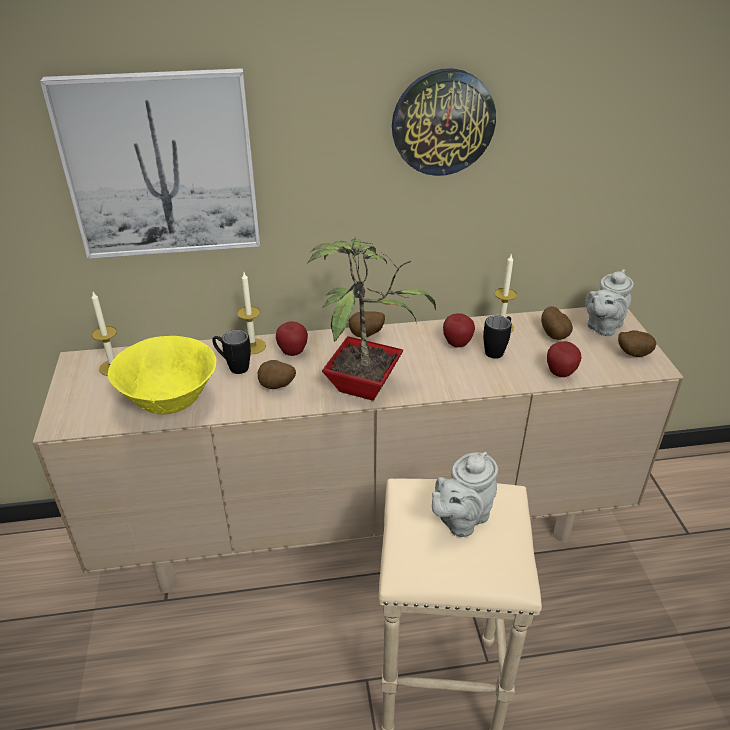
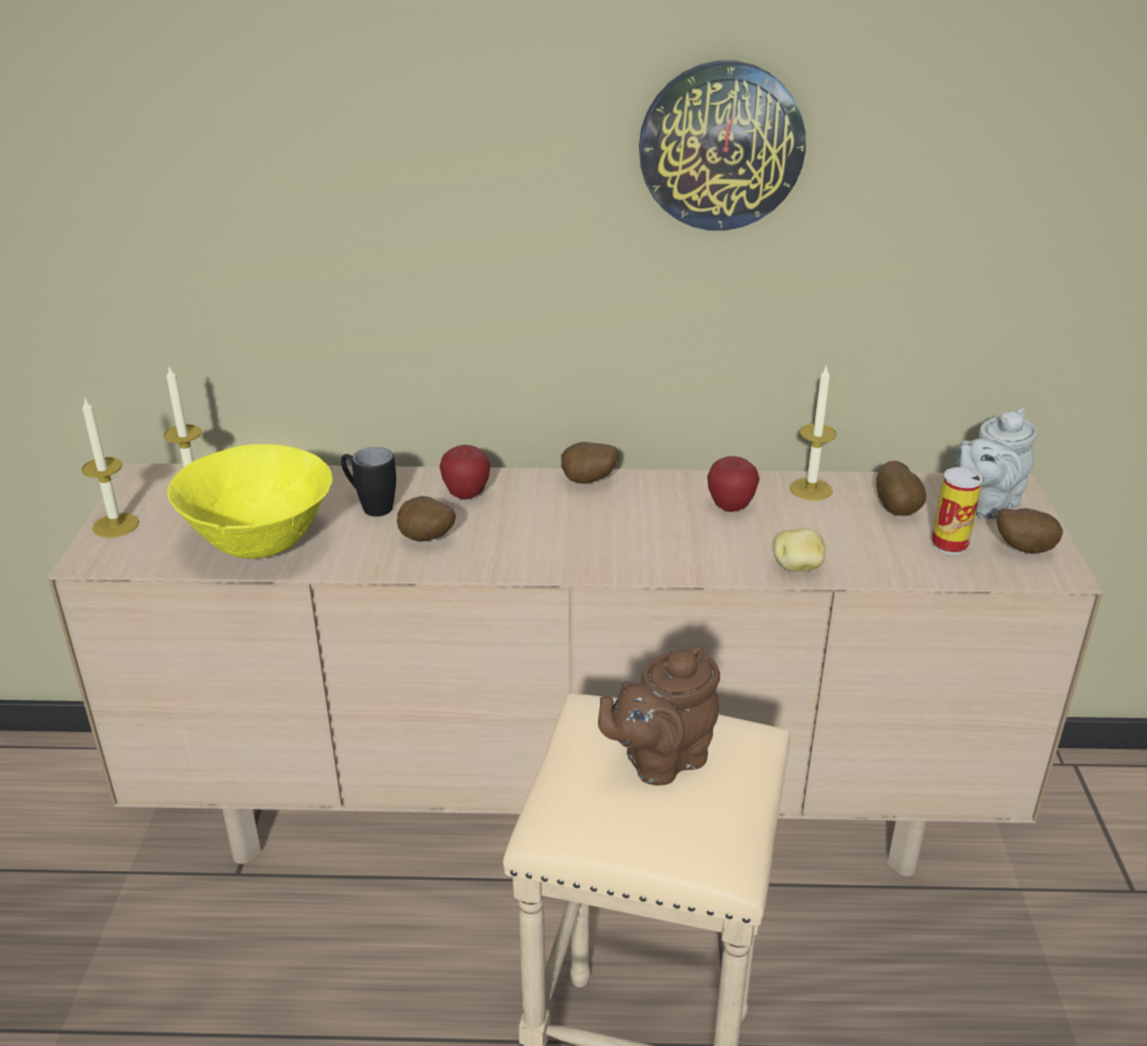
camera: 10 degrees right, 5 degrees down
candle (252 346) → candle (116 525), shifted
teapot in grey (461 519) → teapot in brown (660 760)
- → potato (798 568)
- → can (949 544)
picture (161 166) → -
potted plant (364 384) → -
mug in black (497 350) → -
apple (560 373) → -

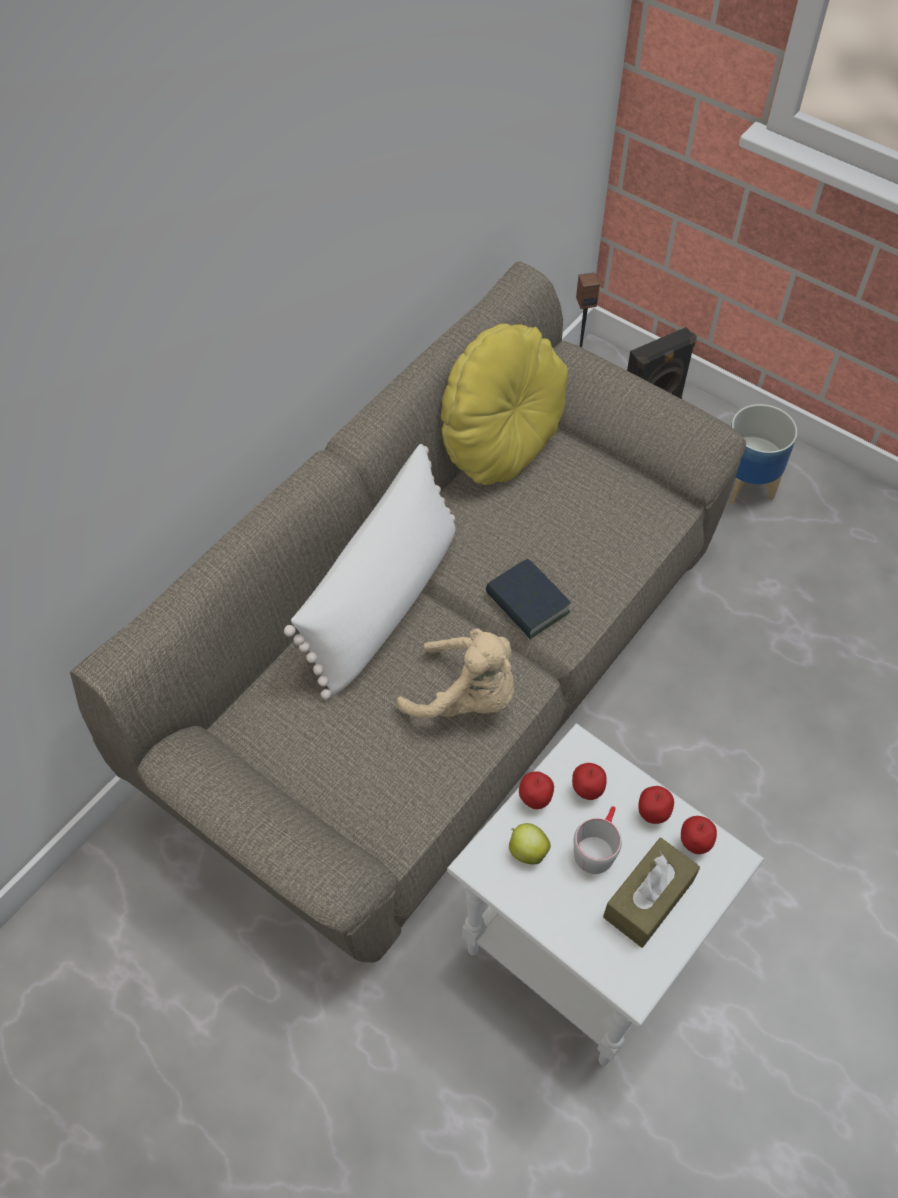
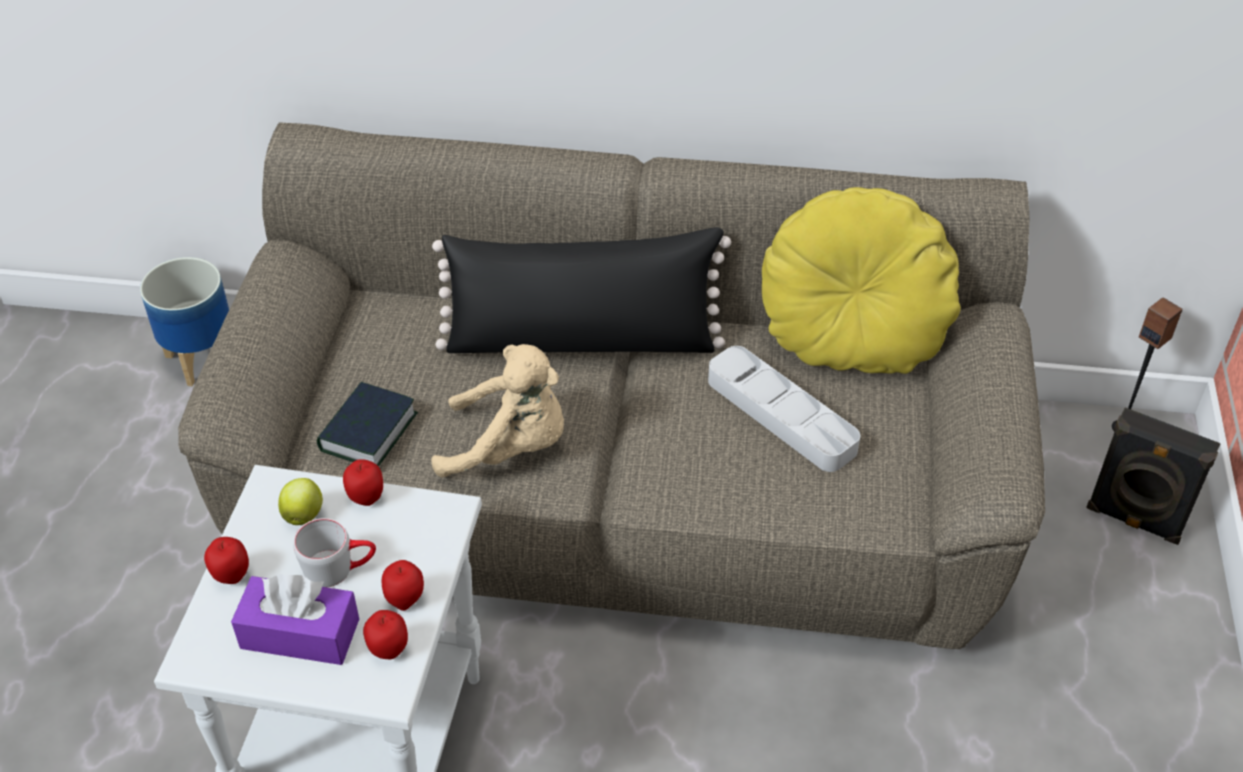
camera: 60 degrees right, 10 degrees down
planter (746 483) → planter (203 358), shifted
apple (587 790) → apple (231 576), shifted
tissue box in brown (648 899) → tissue box in purple (300 633)
book (527 603) → book (368 432), shifted
plush toy in beige (466 697) → plush toy in beige (510 447), 75 degrees counterclockwise
pillow in white (384 601) → pillow in black (582 341)
- → tray in grey (781 415)

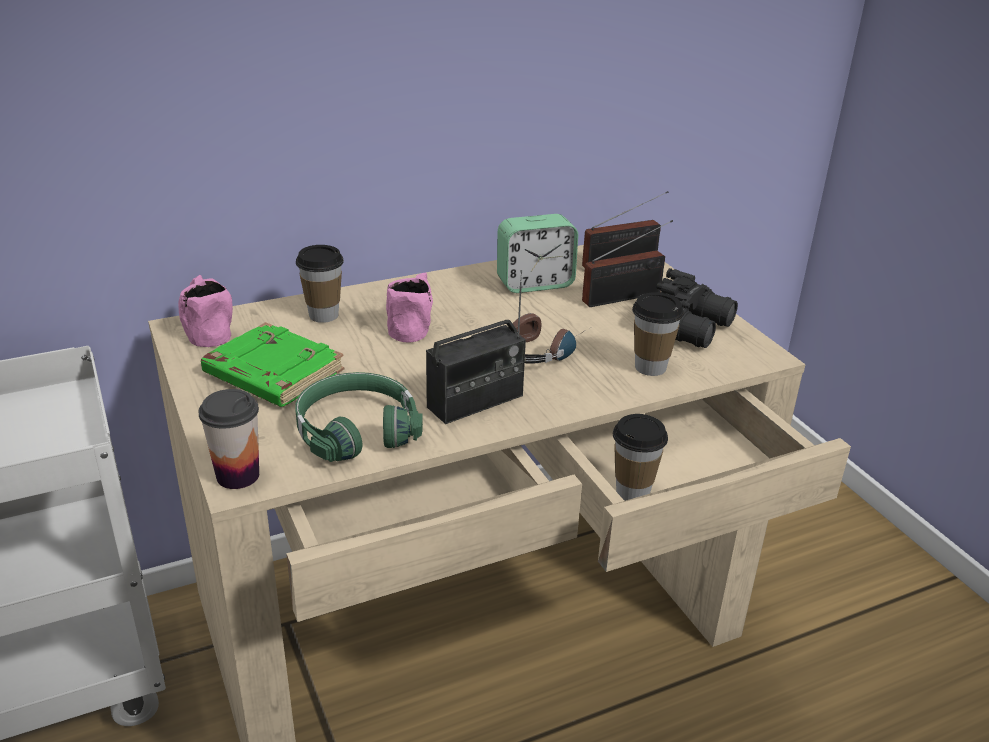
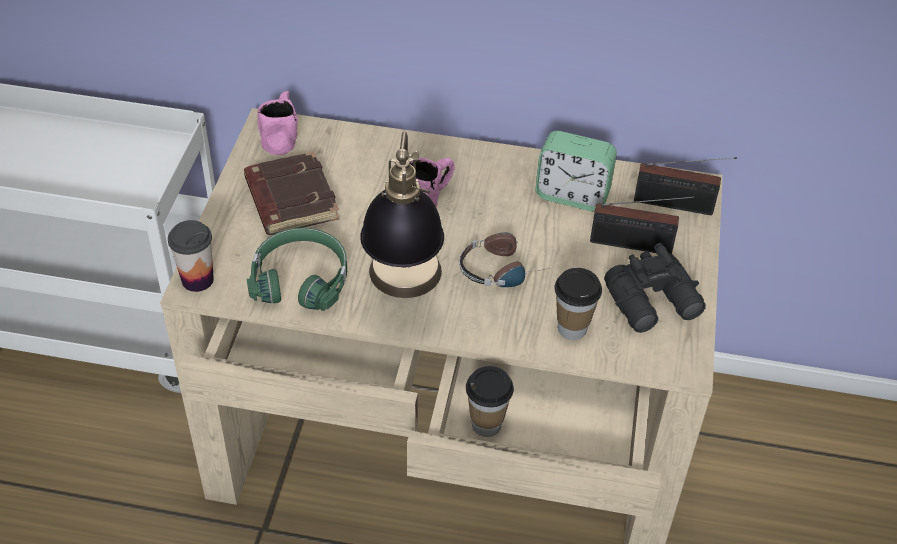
camera: 35 degrees right, 15 degrees up
book in green (271 374) → book in brown (290 199)
radio (475 402) → table lamp (404 295)
cup (323 315) → -

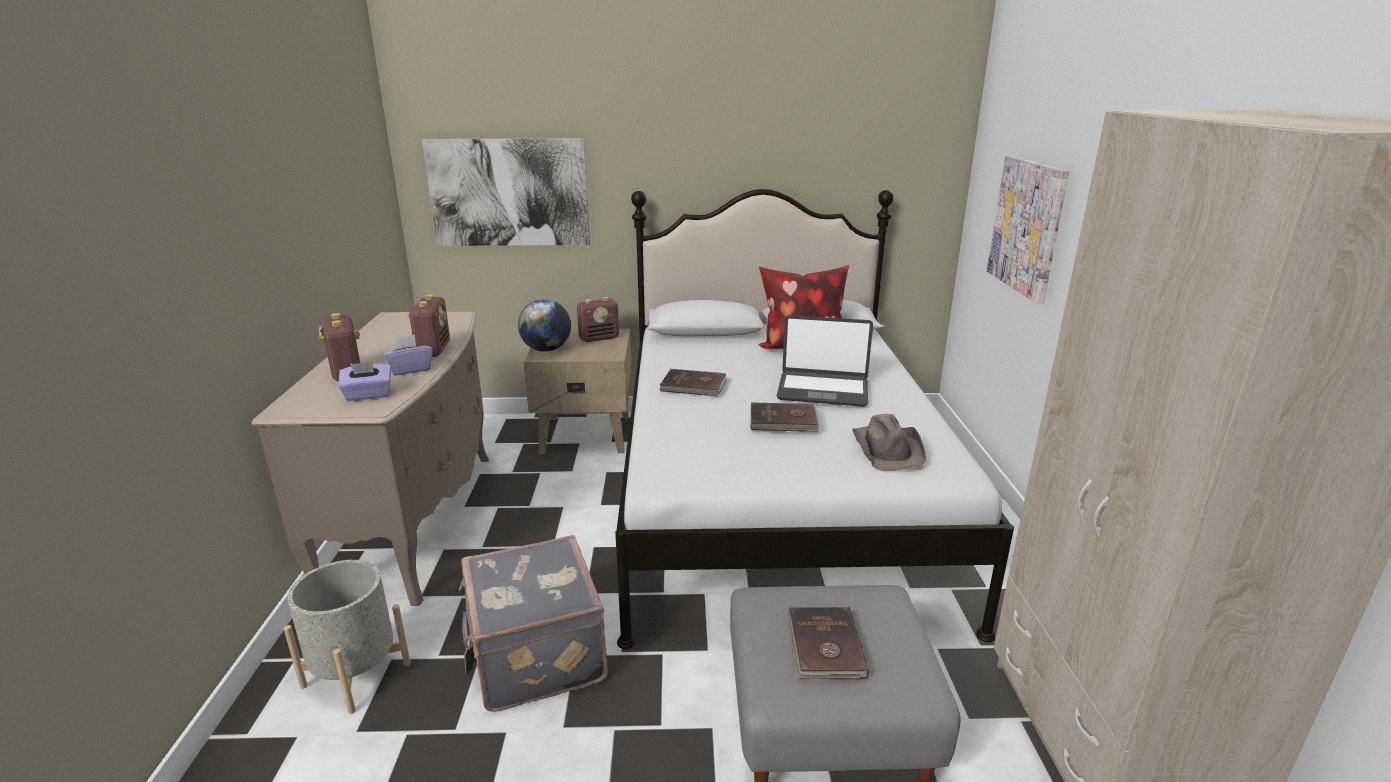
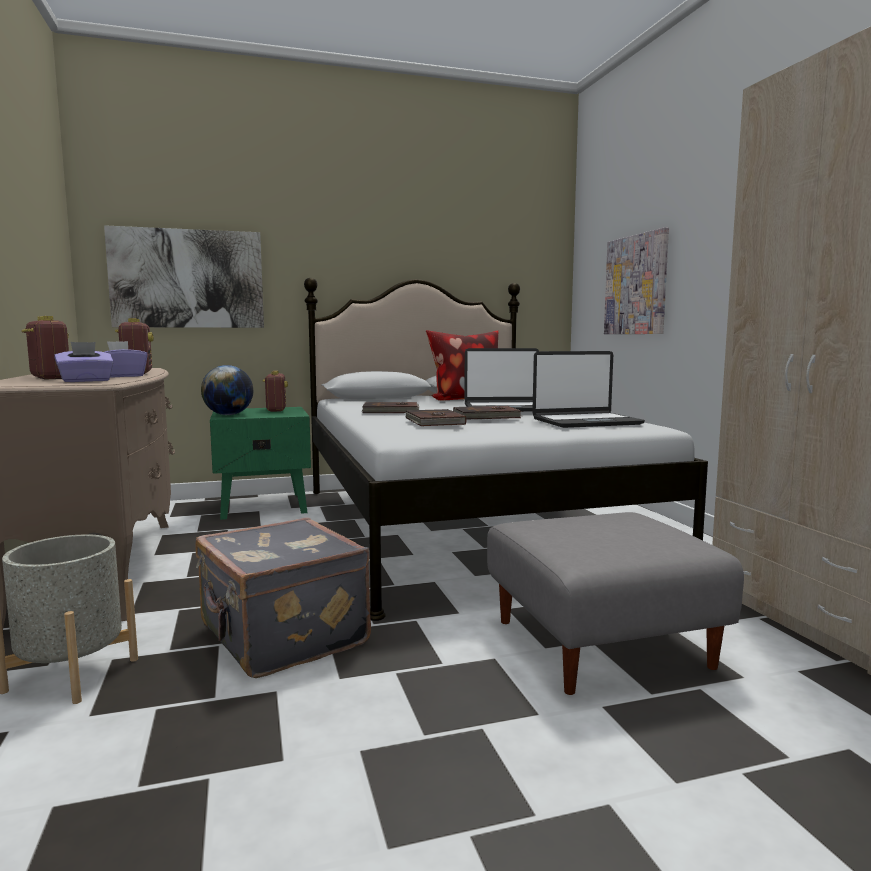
camera: 15 degrees left, 15 degrees down
nightstand in beige (587 434) → nightstand in green (264 505)
radio (599 338) → radio (276 410), 60 degrees counterclockwise
book in brown (824 646) → book in brown (433 421), shifted
hat in brown (888 449) → laptop (585 422)

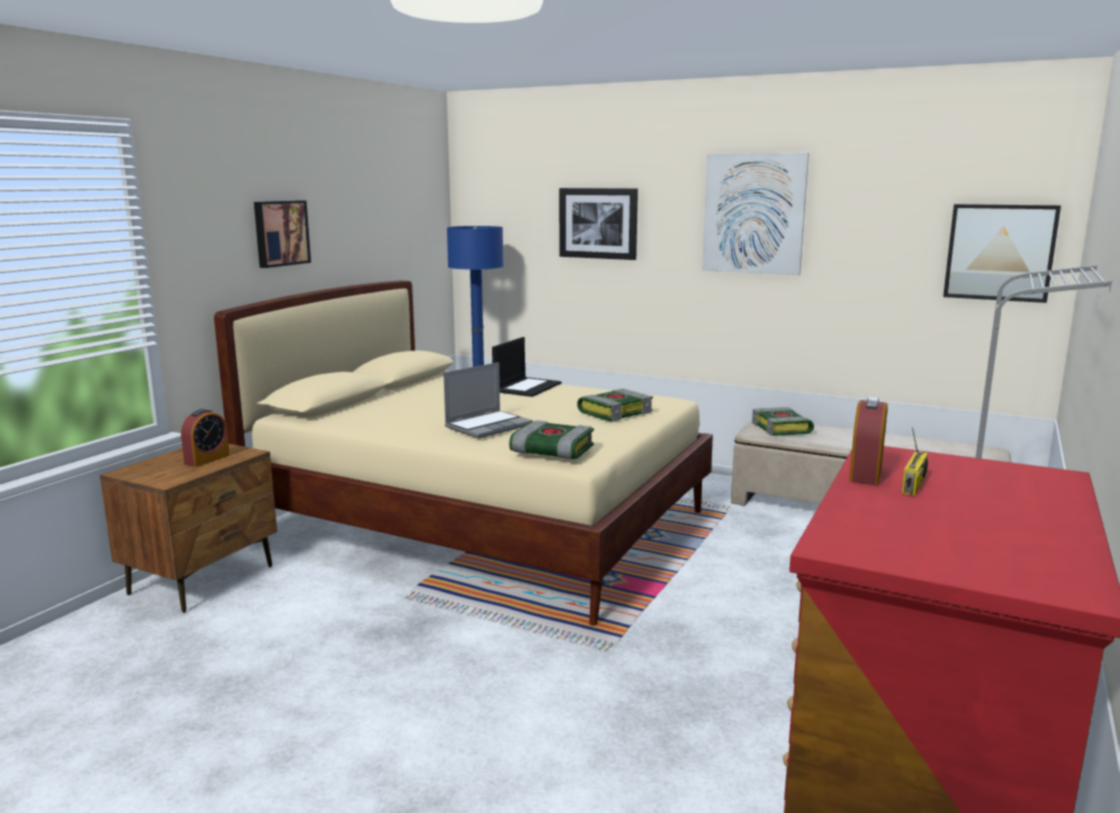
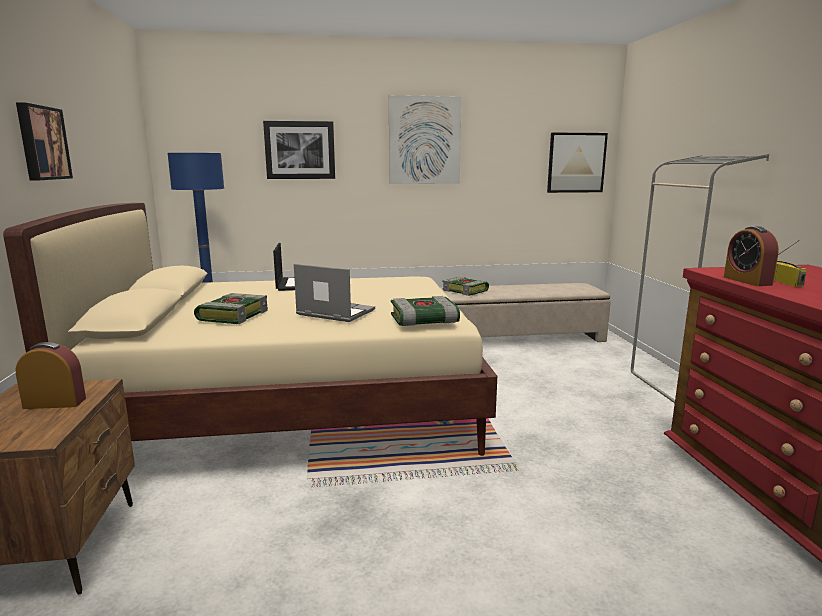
camera: 35 degrees left, 0 degrees up
alarm clock (207 459) → alarm clock (55 403), 90 degrees counterclockwise
book (615 412) → book (233 316), shifted
laptop (488 426) → laptop (334 313), 75 degrees counterclockwise

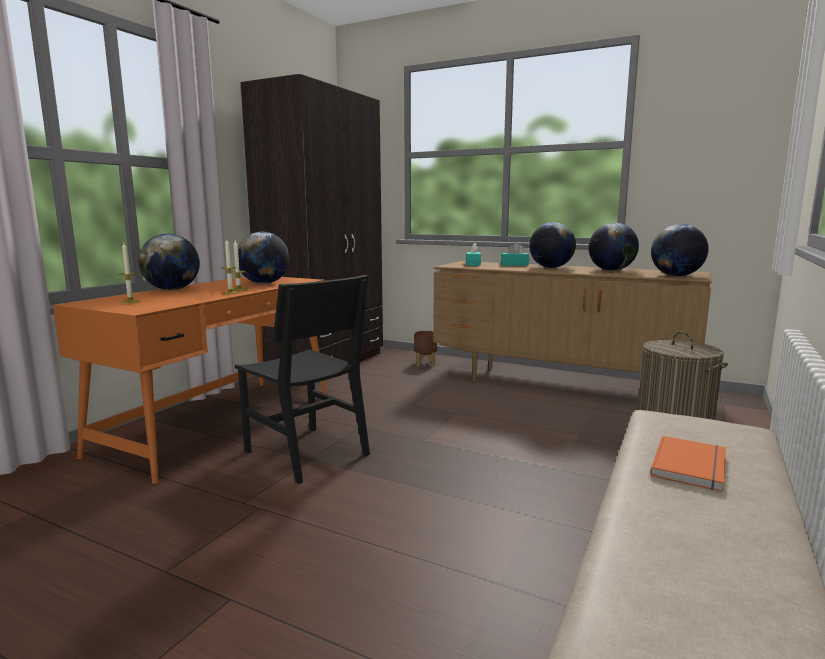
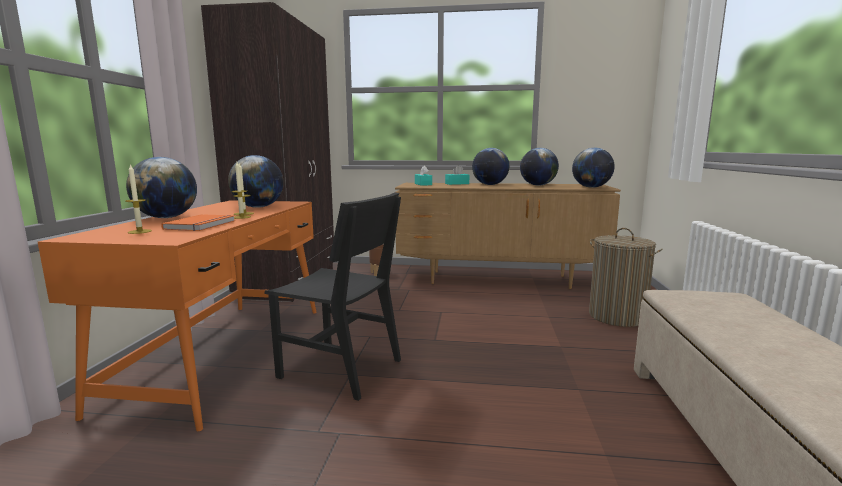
camera: 20 degrees left, 0 degrees up
book in orange (692 466) → book in orange (202 225), shifted

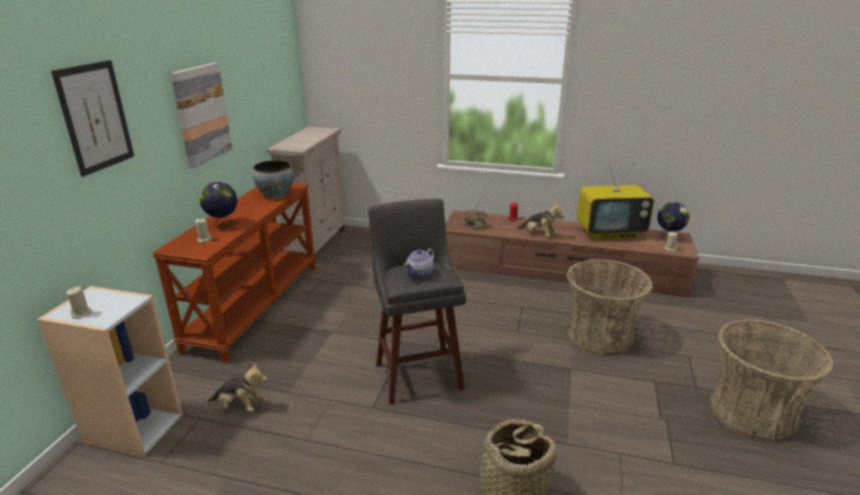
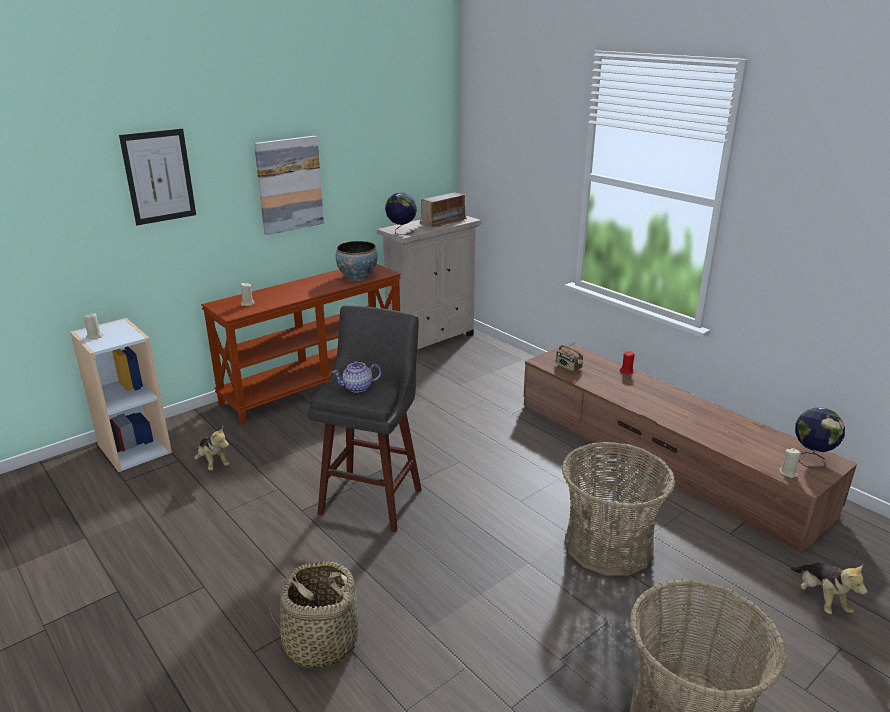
camera: 35 degrees right, 0 degrees up
globe (223 225) → globe (401 232), shifted
- → radio (443 222)
plush toy (539 234) → plush toy (820 599), shifted
television (610 233) → -

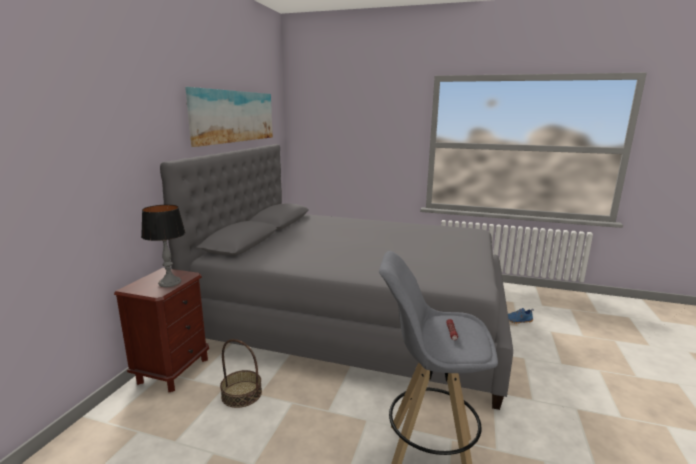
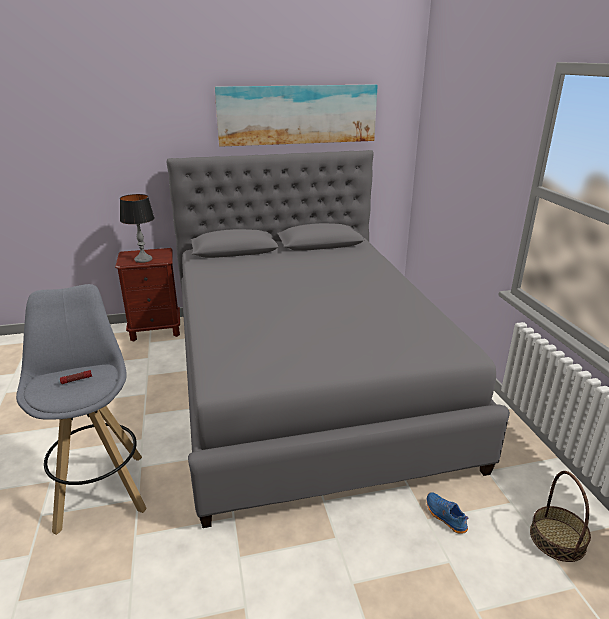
camera: 60 degrees right, 10 degrees up
basket (241 394) → basket (557 539), shifted

